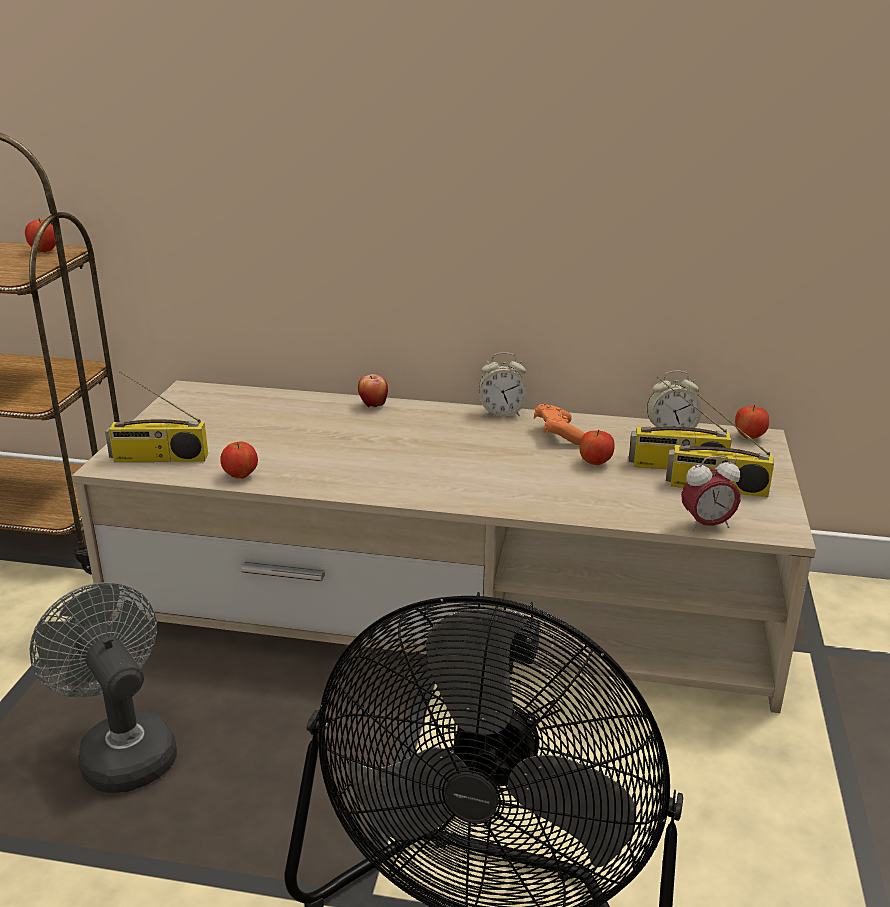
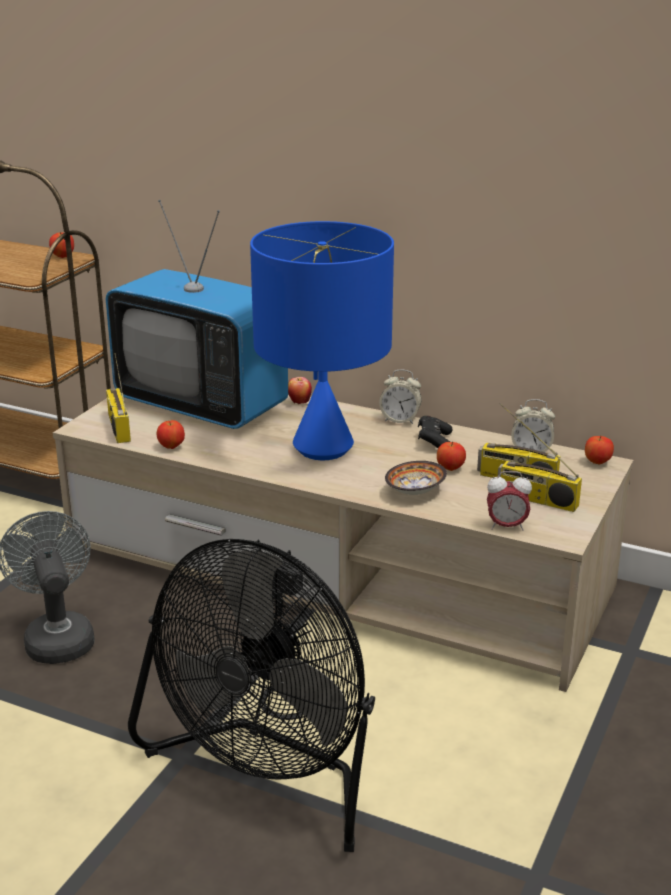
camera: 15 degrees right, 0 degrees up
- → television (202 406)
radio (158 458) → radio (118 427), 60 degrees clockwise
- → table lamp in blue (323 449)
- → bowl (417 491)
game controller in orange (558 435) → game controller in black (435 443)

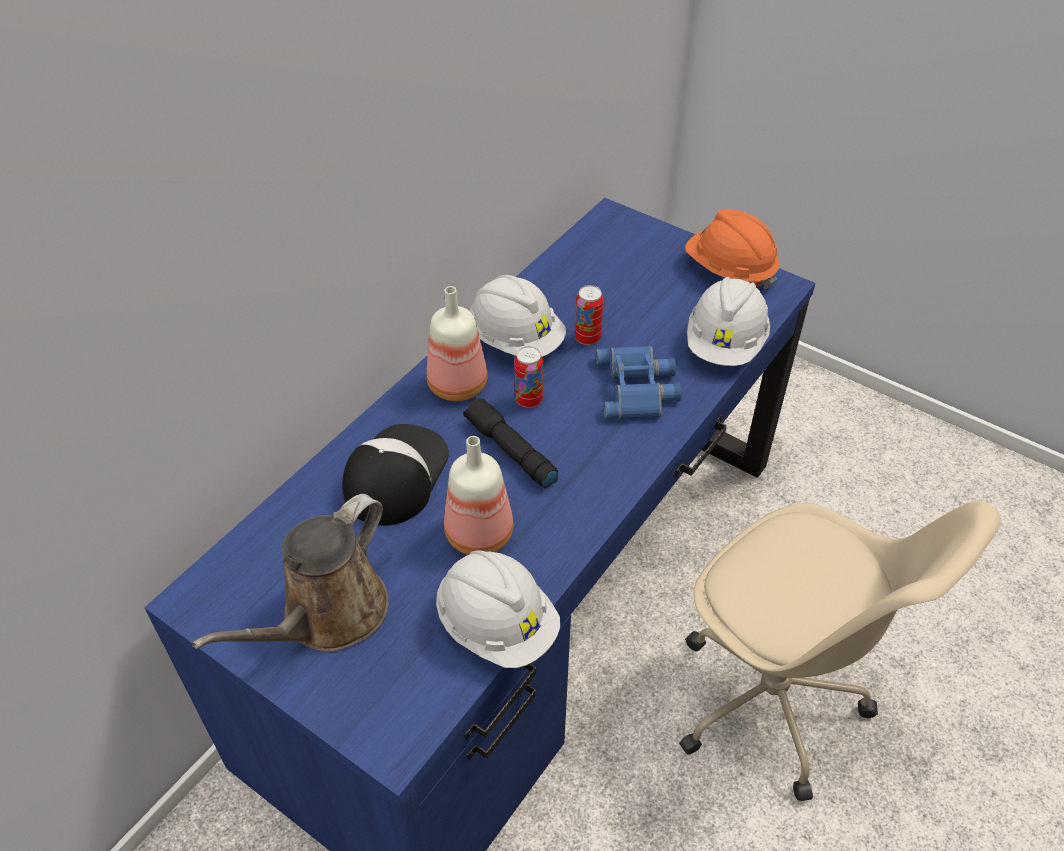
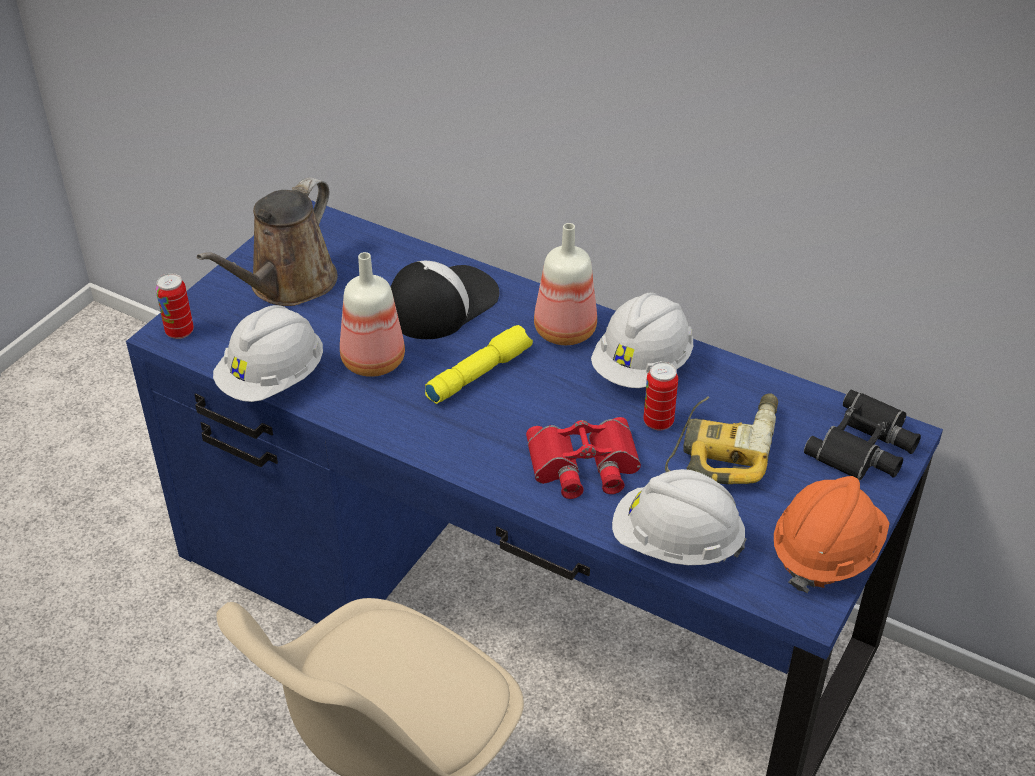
camera: 85 degrees right, 5 degrees down
can (528 400) → can (179 332), shifted
watering can in brown (328 616) → watering can in brown (288 285), 90 degrees counterclockwise
cap (395 475) → cap (441 303), 60 degrees counterclockwise
flashlight in black (509 451) → flashlight in yellow (478 373)
binoculars in blue (638 388) → binoculars in red (584 466)
- → power drill (723 446)
- → binoculars in black (865 446)

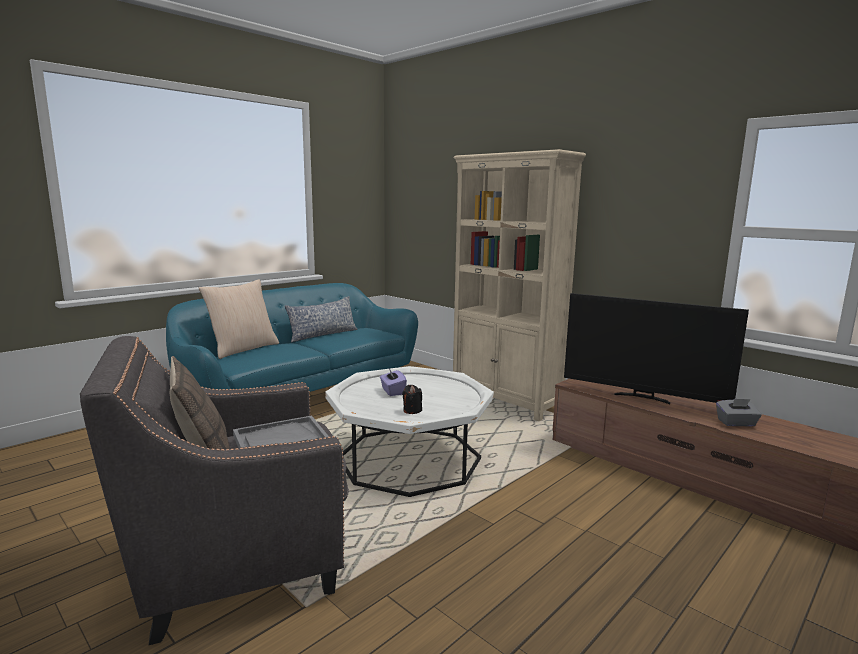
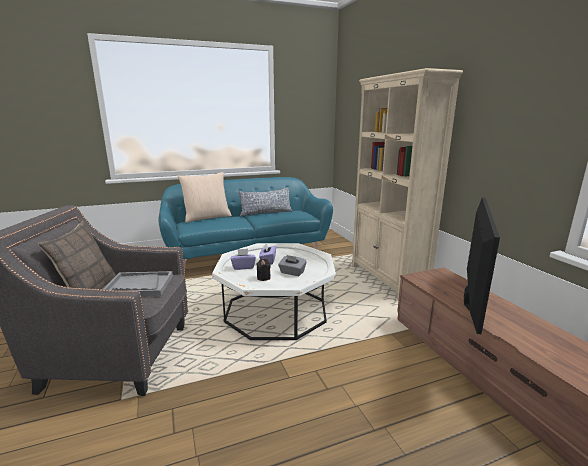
camera: 25 degrees right, 5 degrees up
- → tissue box in purple (243 267)
tissue box in grey (736 423) → tissue box in grey (292 272), shifted
television (642 397) → television (470 301), 120 degrees counterclockwise

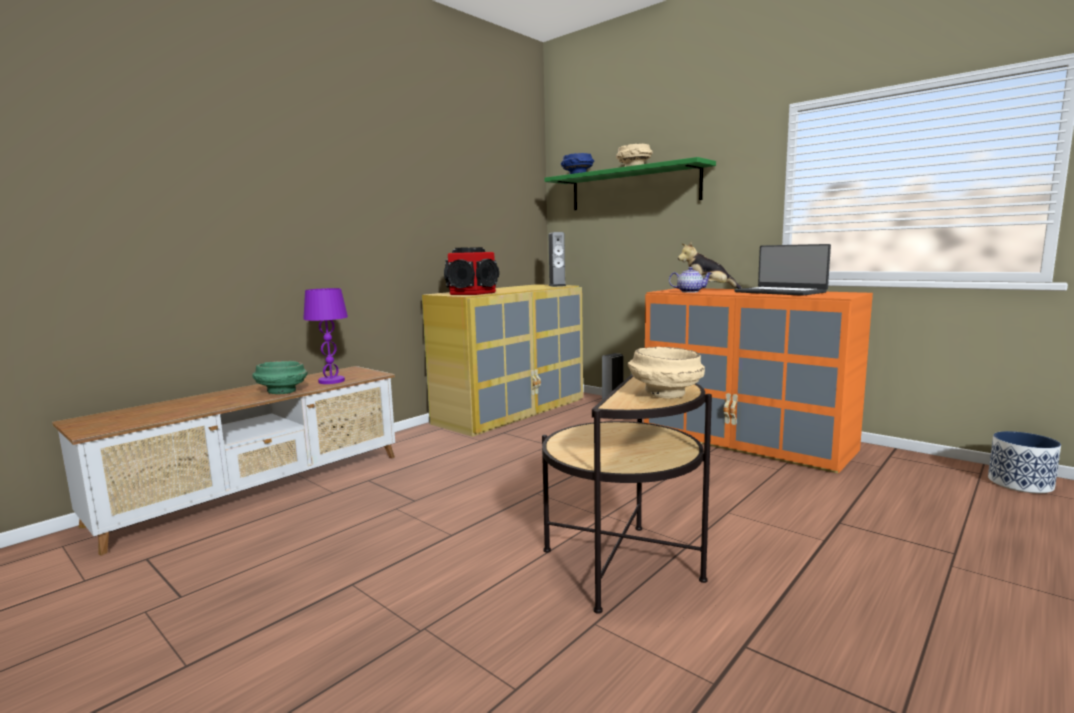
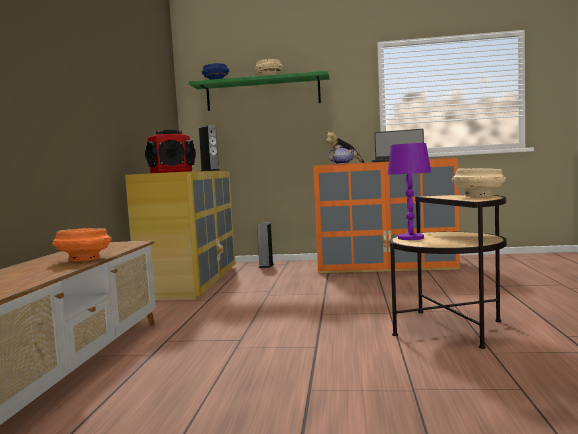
camera: 35 degrees left, 5 degrees down
bowl in green (281 392) → bowl in orange (83 260)
table lamp in purple (331 381) → table lamp in purple (411 238), shifted
planter (1019 483) → -

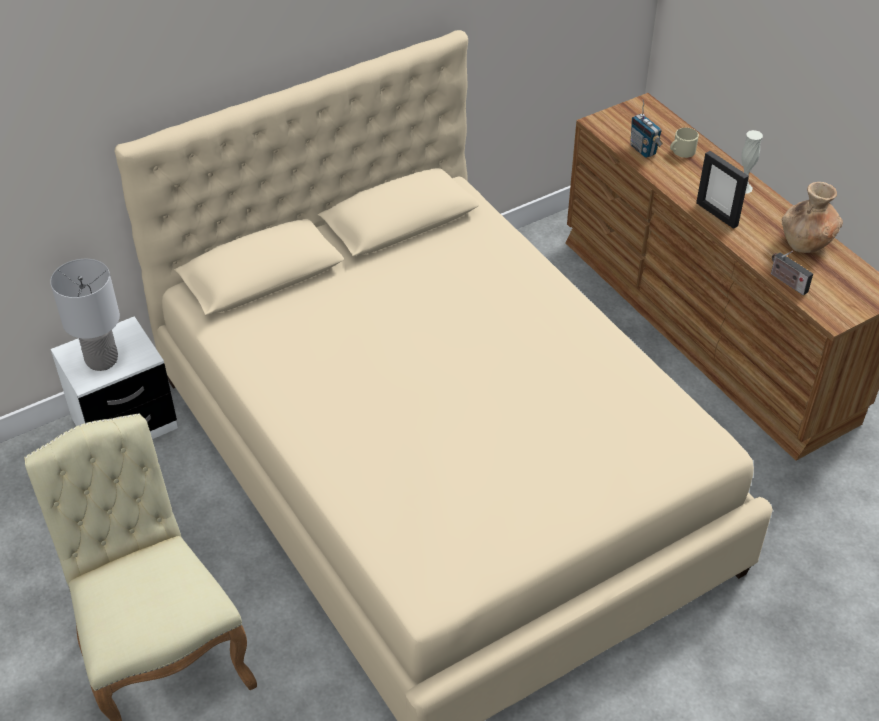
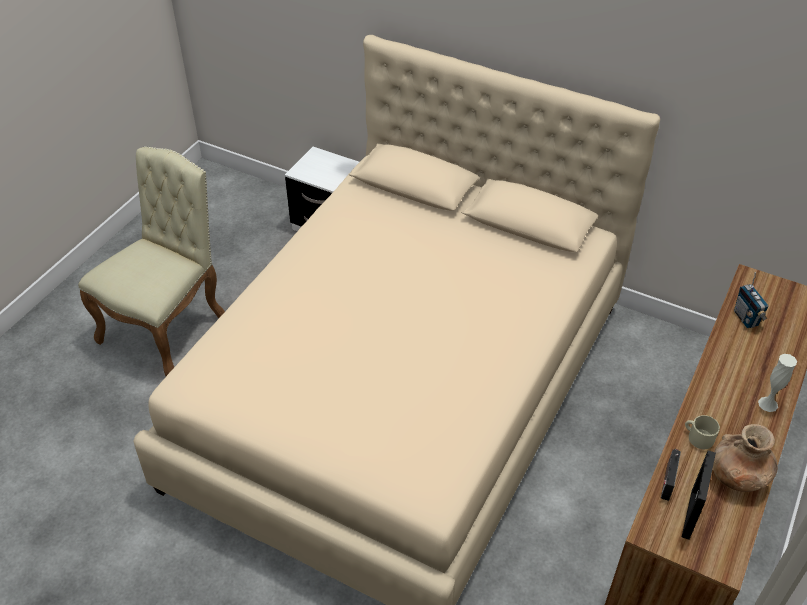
camera: 60 degrees right, 0 degrees up
picture frame (717 214) → picture frame (691 515), shifted
mug in beige (681 151) → mug in beige (697 437), shifted
radio (643 150) → radio (746 318), 45 degrees counterclockwise
table lamp in grey (102 362) → -

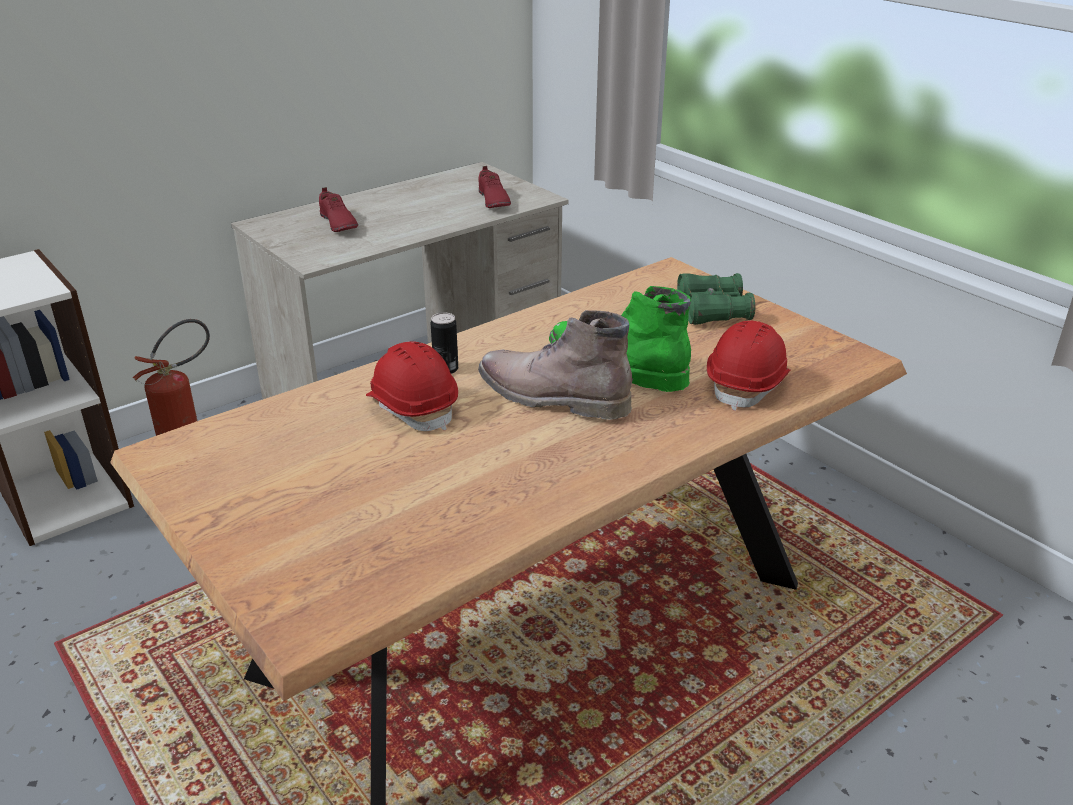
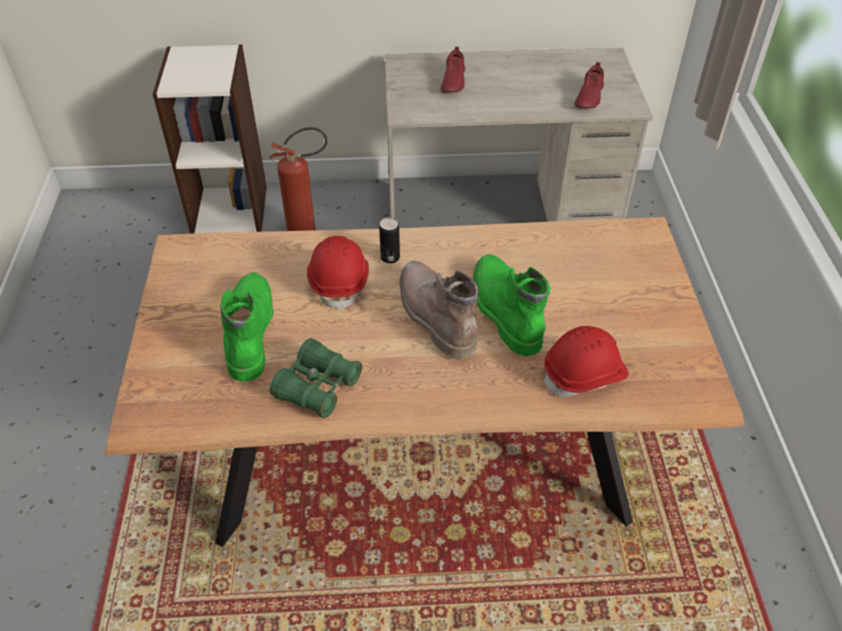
camera: 35 degrees right, 15 degrees up
- → boot in green (248 330)
binoculars in green (713 311) → binoculars in green (317 387), shifted

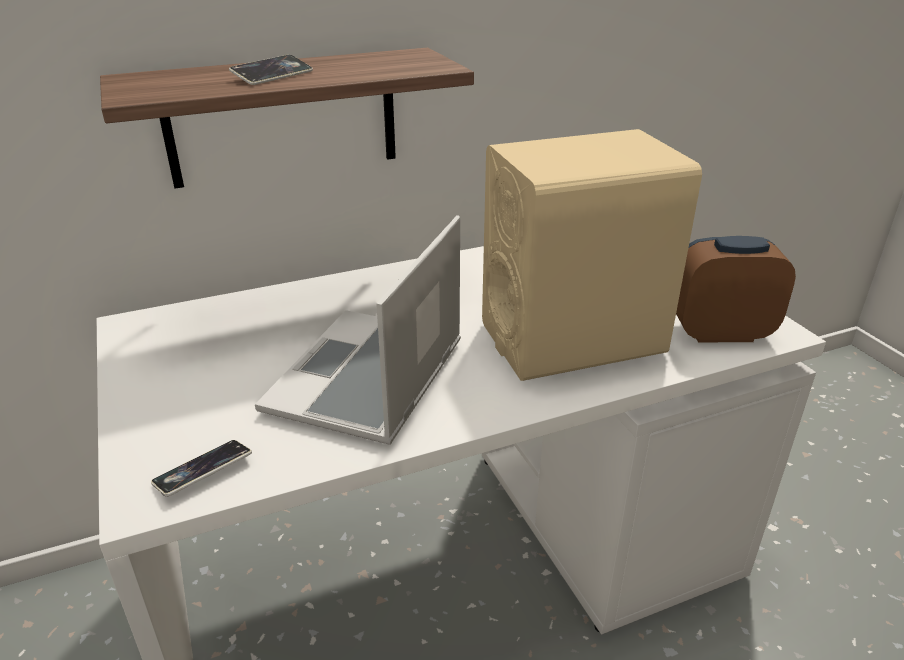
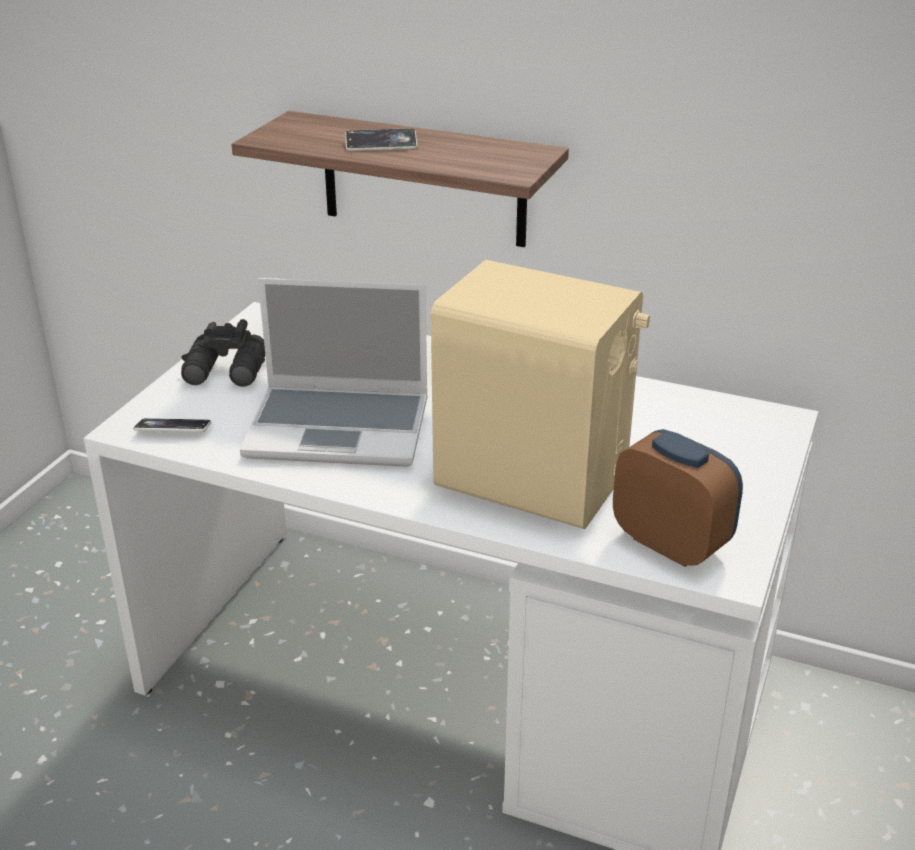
camera: 45 degrees right, 0 degrees up
- → binoculars in black (227 372)
laptop (368 379) → laptop (341 427), 150 degrees counterclockwise

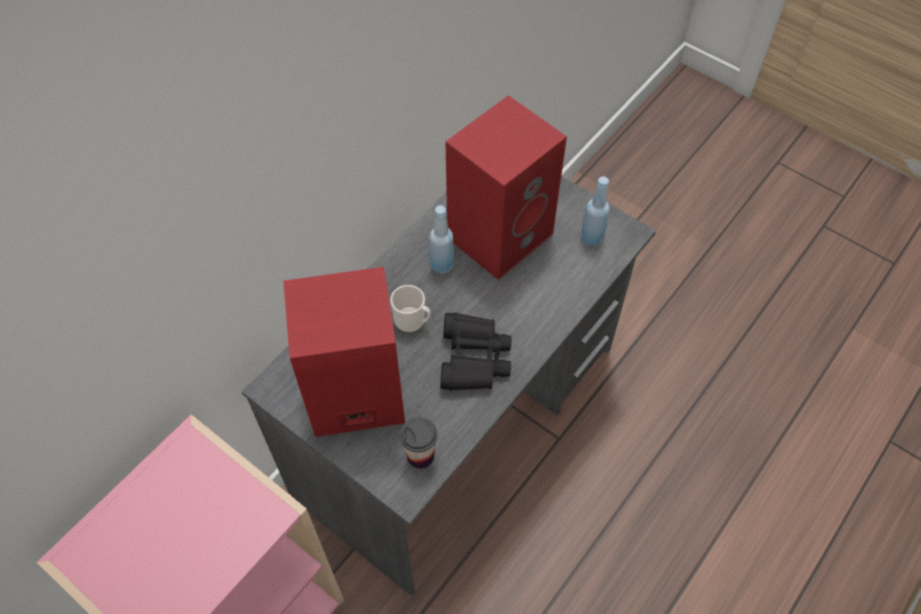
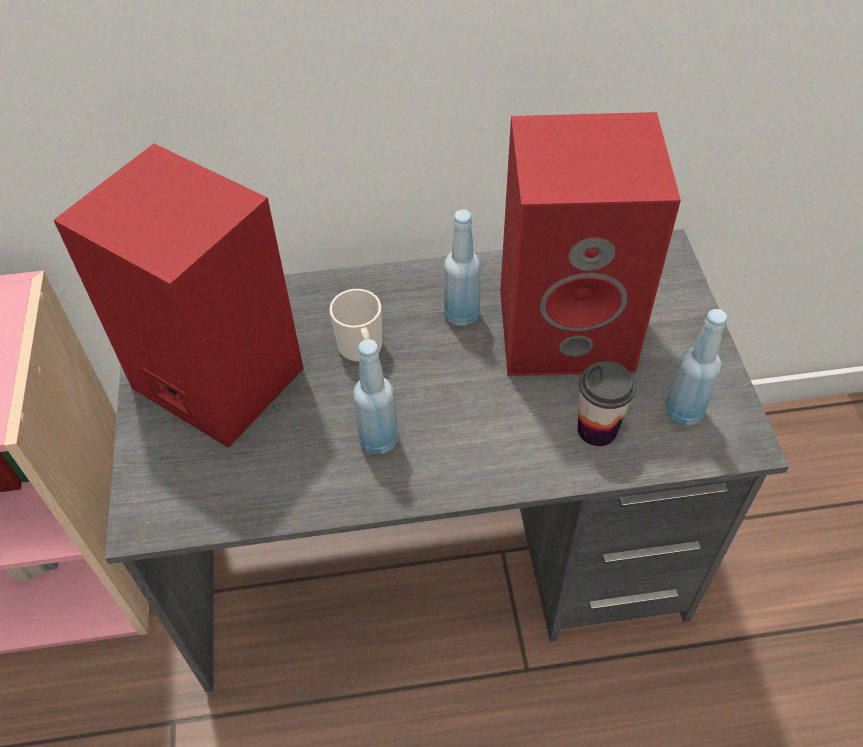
camera: 45 degrees right, 5 degrees down
binoculars in black (473 359) → bottle in blue (379 439)
cup (420 456) → cup (597 429), shifted

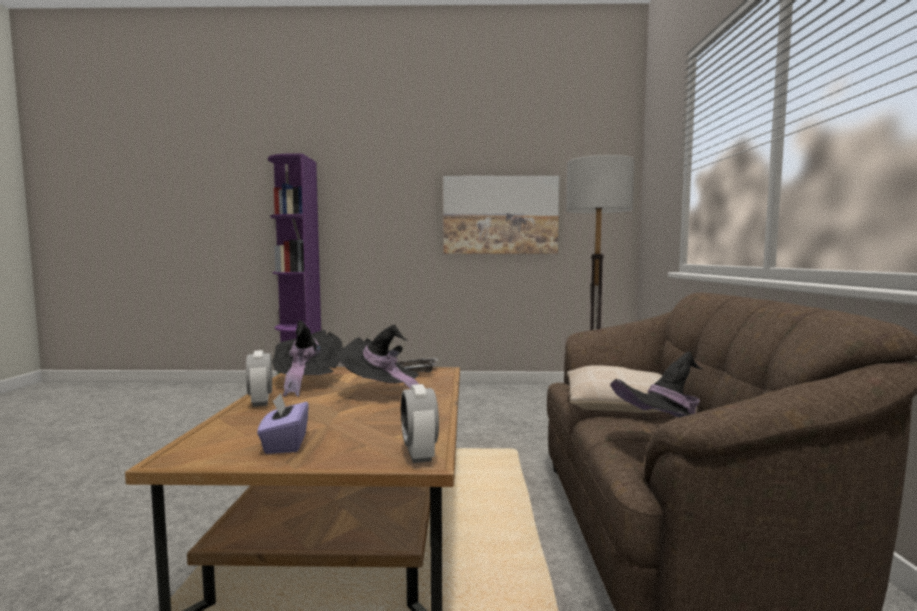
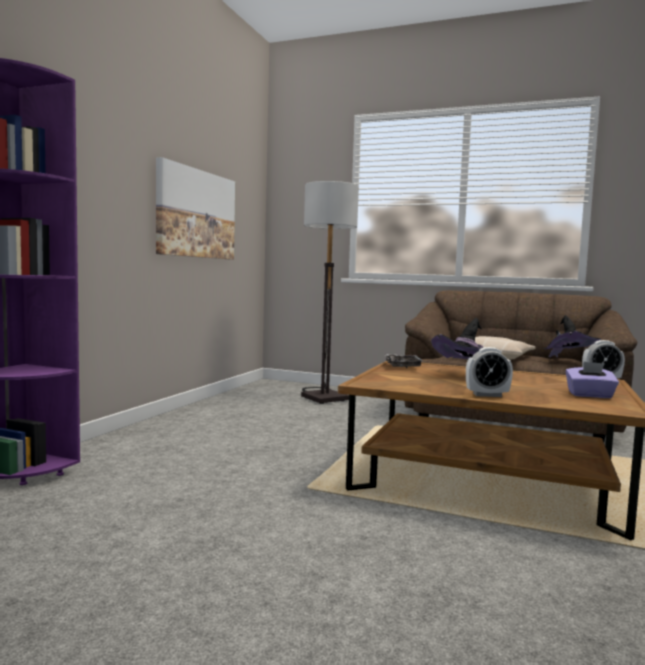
camera: 70 degrees left, 0 degrees up
hat in black (306 383) → -

